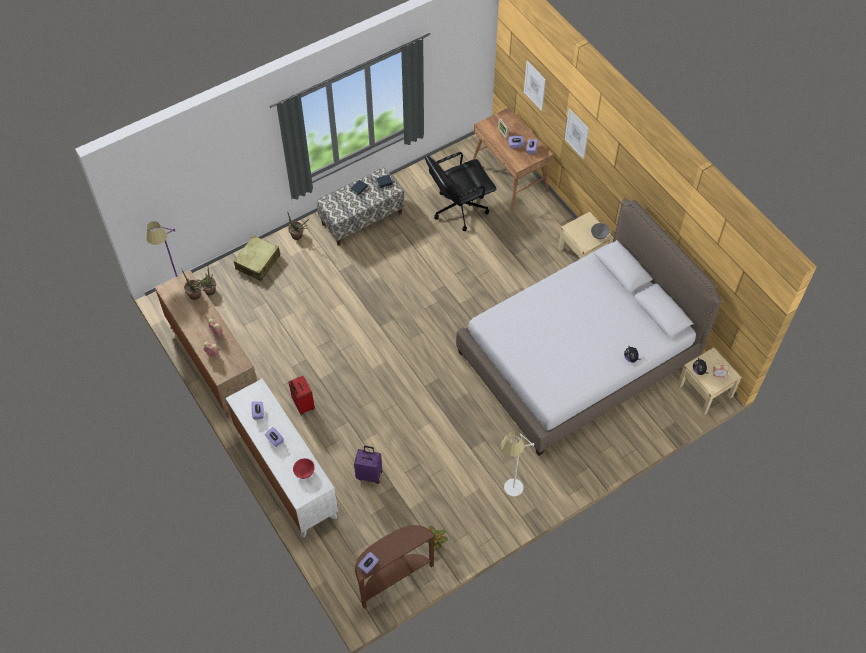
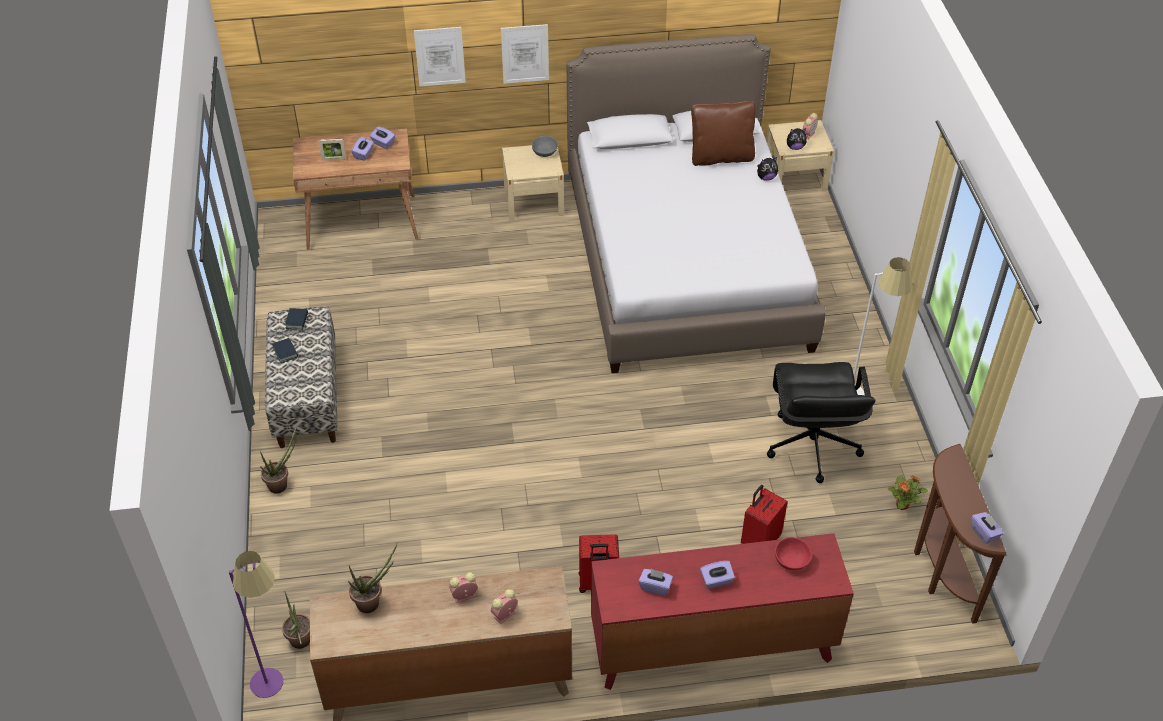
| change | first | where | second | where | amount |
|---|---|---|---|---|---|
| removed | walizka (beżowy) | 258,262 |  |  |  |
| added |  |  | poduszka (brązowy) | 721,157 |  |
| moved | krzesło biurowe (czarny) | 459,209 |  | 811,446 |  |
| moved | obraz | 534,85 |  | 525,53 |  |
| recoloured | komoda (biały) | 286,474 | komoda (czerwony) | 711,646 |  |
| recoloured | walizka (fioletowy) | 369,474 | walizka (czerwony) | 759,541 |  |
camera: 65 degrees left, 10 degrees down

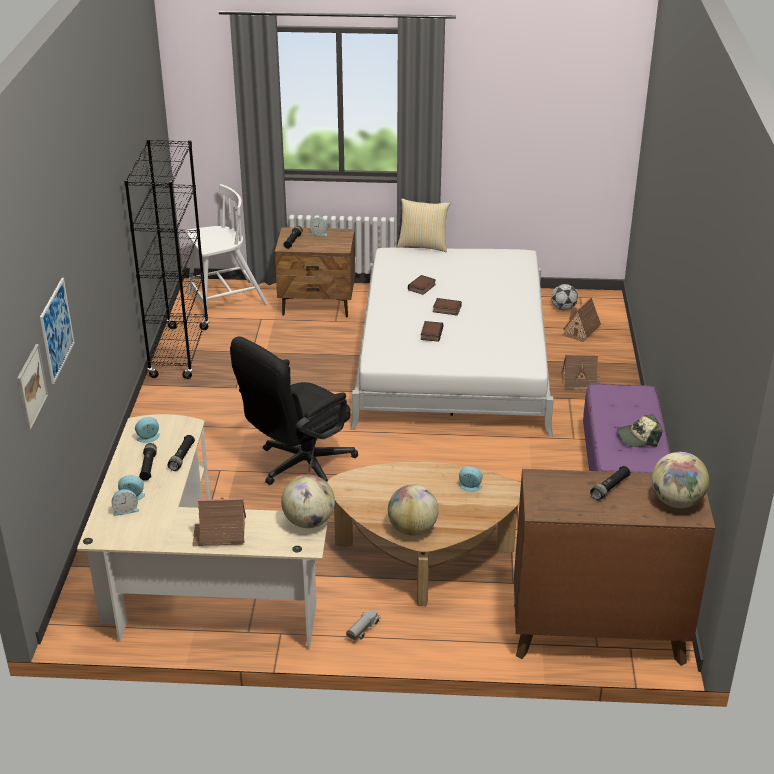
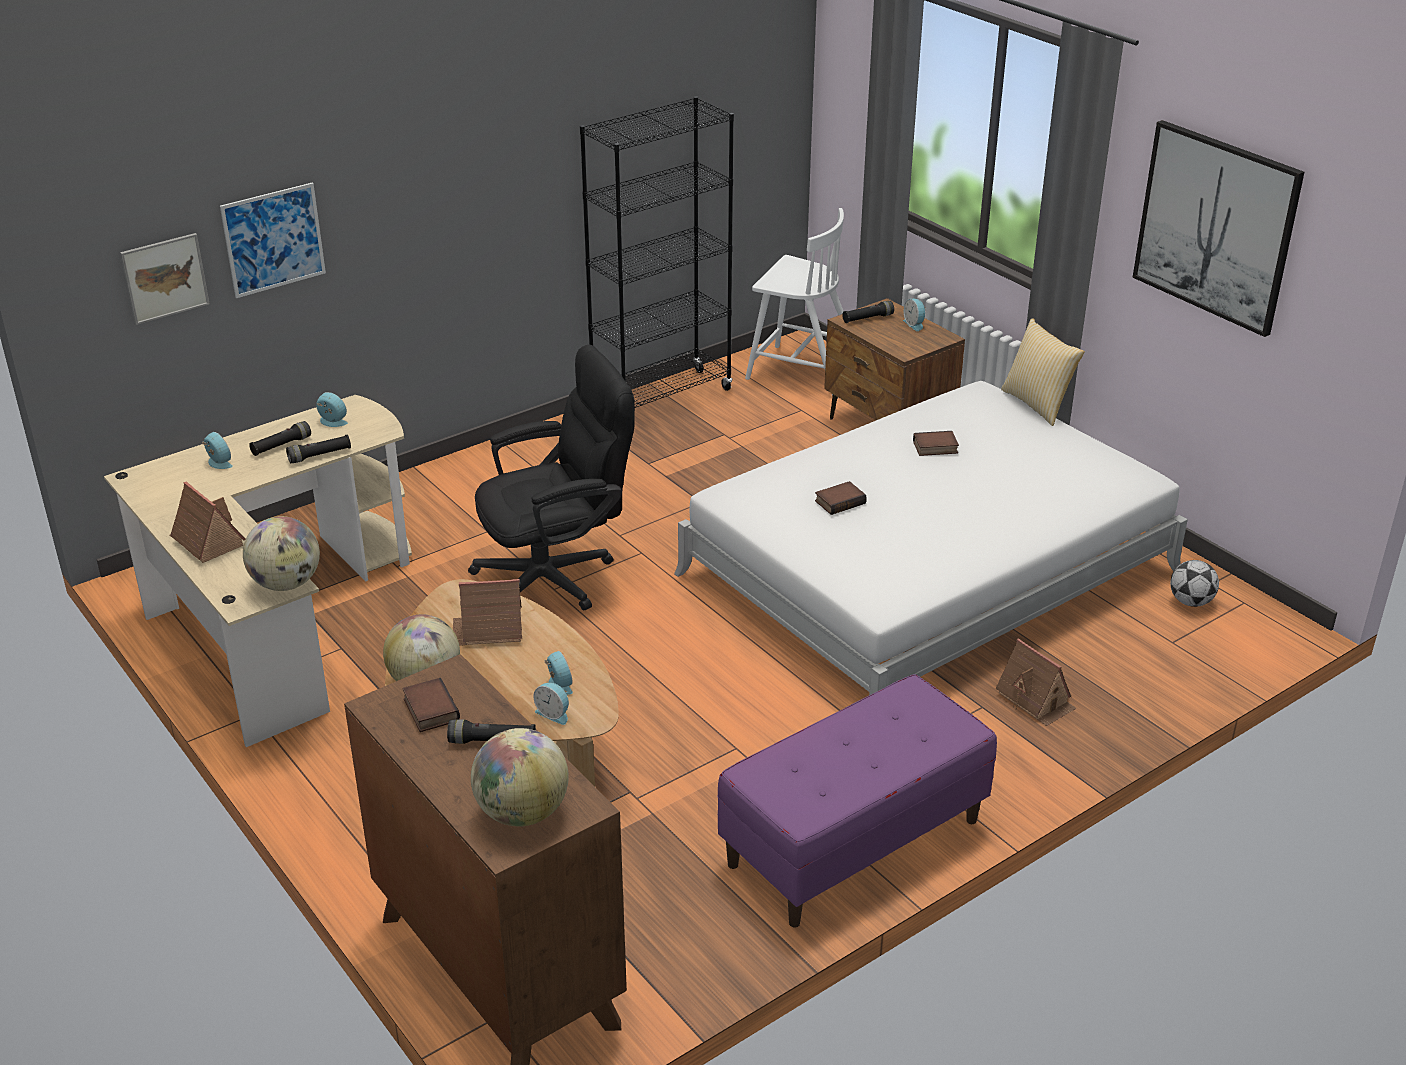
| change | first | where | second | where | amount |
|---|---|---|---|---|---|
| removed | ciężarówka zabawkowa | 362,630 |  |  |  |
| removed | czapka z daszkiem | 638,437 |  |  |  |
| added |  |  | obraz | 1216,226 |  |
| moved | budzik | 125,510 |  | 554,714 |  |
| moved | książka | 446,309 |  | 429,710 |  |
| moved | domek | 580,330 |  | 488,630 |  |
| turned | krzesło biurowe (czarny) | 298,466 |  | 557,576 | 150 degrees clockwise |
camera: 50 degrees right, 0 degrees up

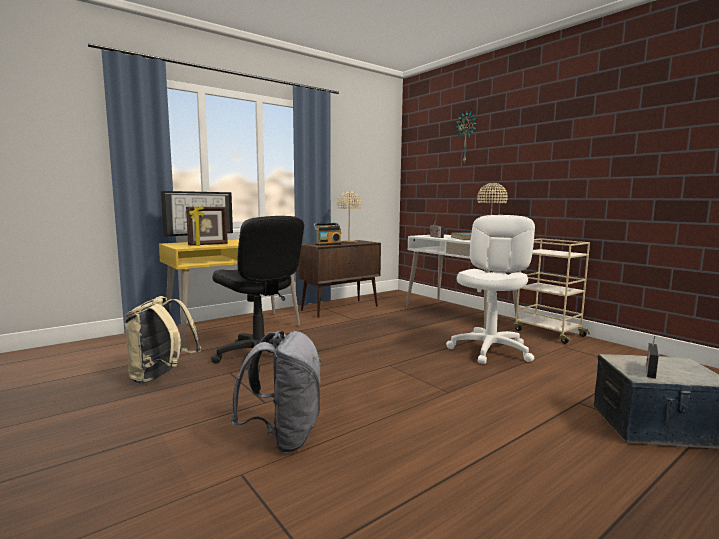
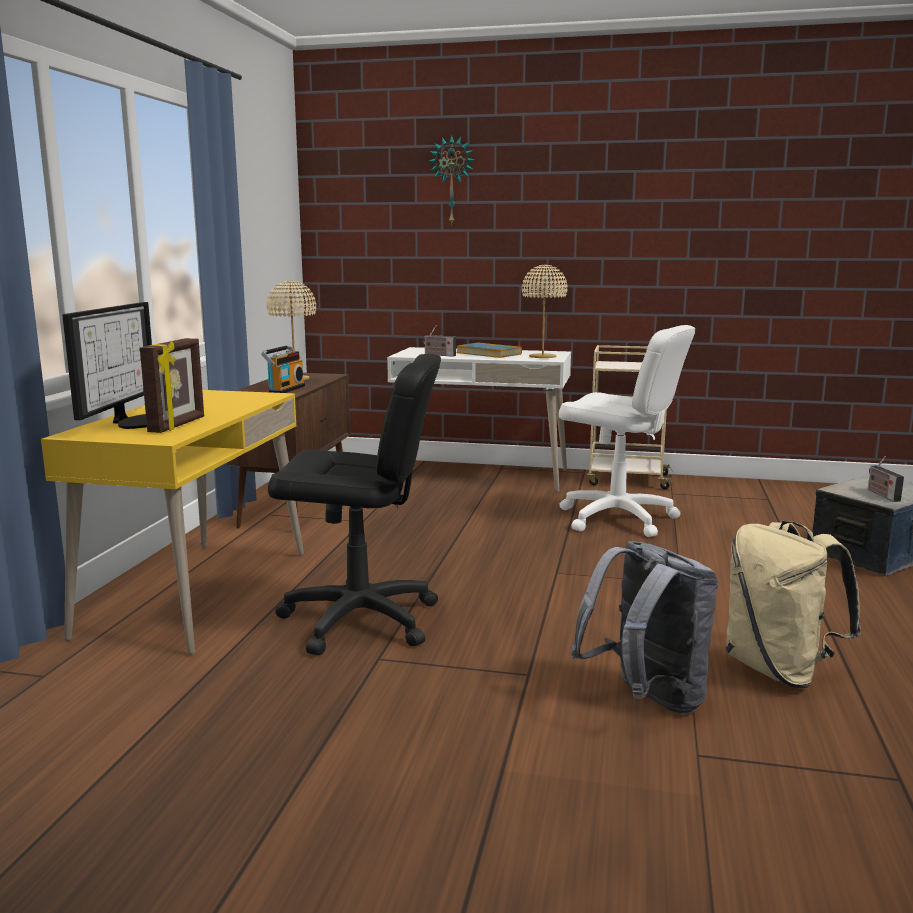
| change | first | where | second | where | amount |
|---|---|---|---|---|---|
| moved | plecak (beżowy) | 161,377 |  | 779,670 |  |
| turned | krzesło biurowe (biały) | 490,350 |  | 617,518 | 135 degrees clockwise |
camera: 40 degrees left, 5 degrees up

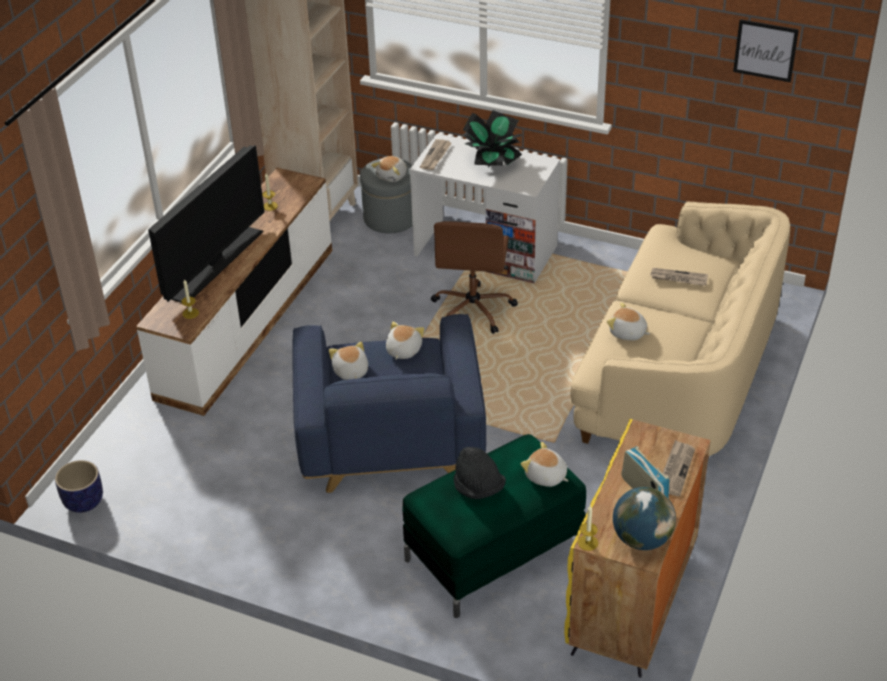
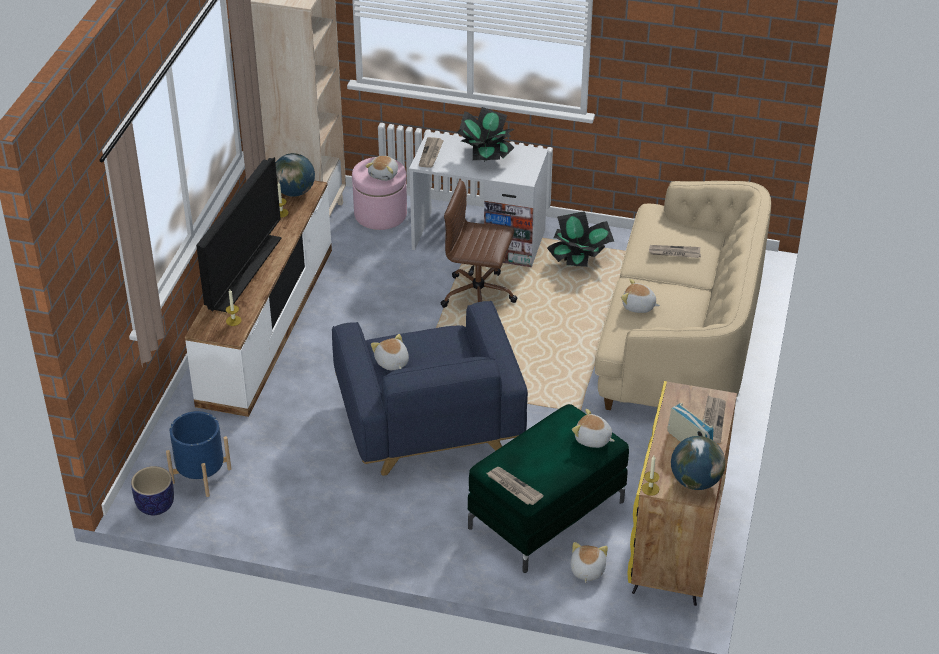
| change | first | where | second | where | amount |
|---|---|---|---|---|---|
| removed | kapelusz (czarny) | 478,488 |  |  |  |
| removed | obraz | 765,50 |  |  |  |
| added |  |  | donica (niebieski) | 201,475 |  |
| added |  |  | globus | 294,192 |  |
| added |  |  | gazeta | 513,487 |  |
| added |  |  | roślina doniczkowa | 579,259 |  |
| moved | pluszak | 403,350 |  | 587,570 |  |
| recoloured | pufa (szary) | 390,218 | pufa (różowy) | 380,214 |  |
| turned | krzesło biurowe (brązowy) | 473,309 |  | 479,296 | 105 degrees clockwise |
camera: 10 degrees left, 0 degrees up

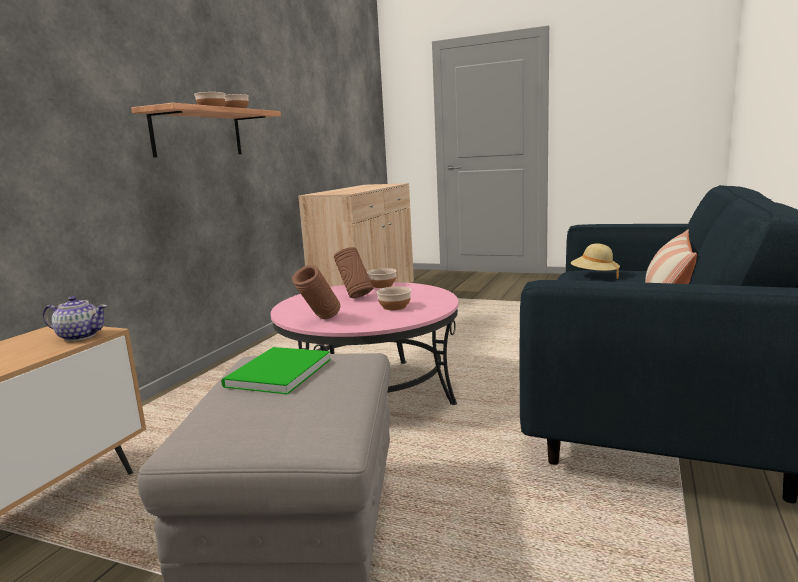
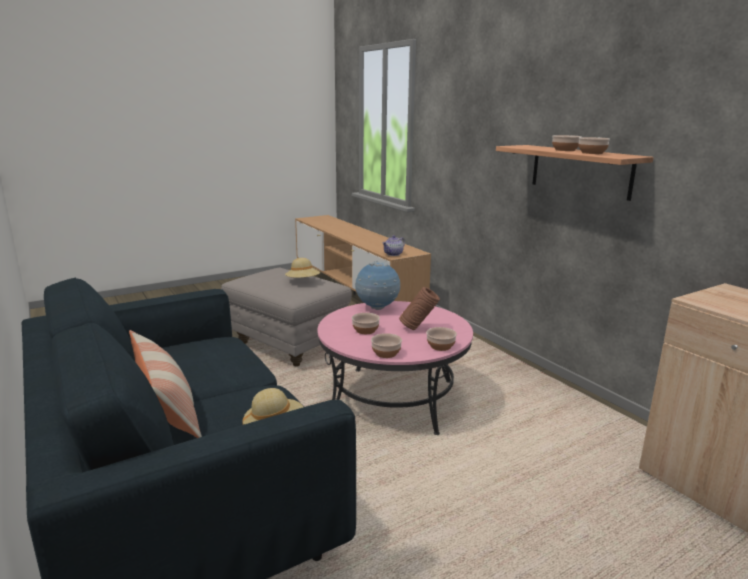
| change | first | where | second | where | amount |
|---|---|---|---|---|---|
| added |  |  | miska | 386,353 |  |
| replaced | książka (zielony) | 275,373 | kapelusz (beżowy) | 303,281 |  |
| replaced | wazon (brązowy) | 319,320 | globus | 377,308 |  |
camera: 125 degrees right, 5 degrees up

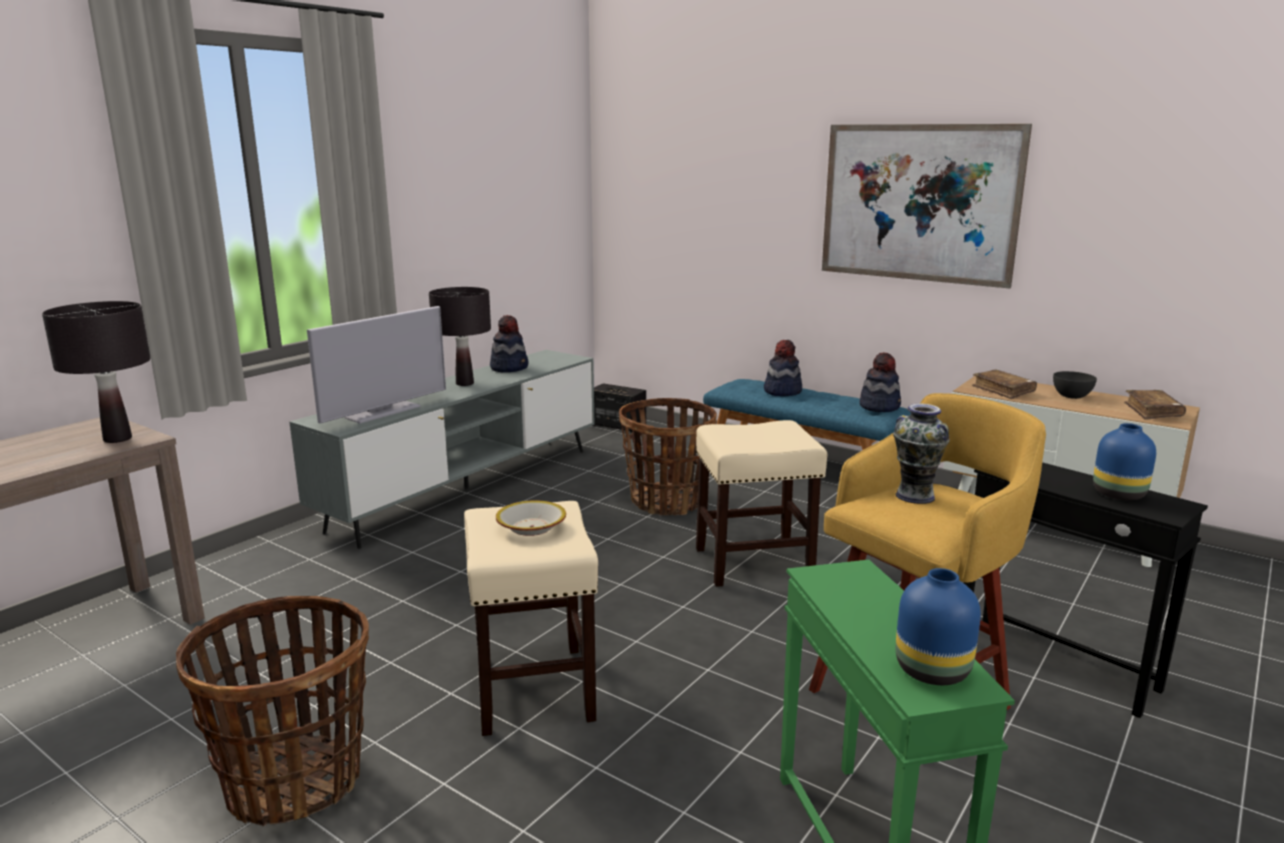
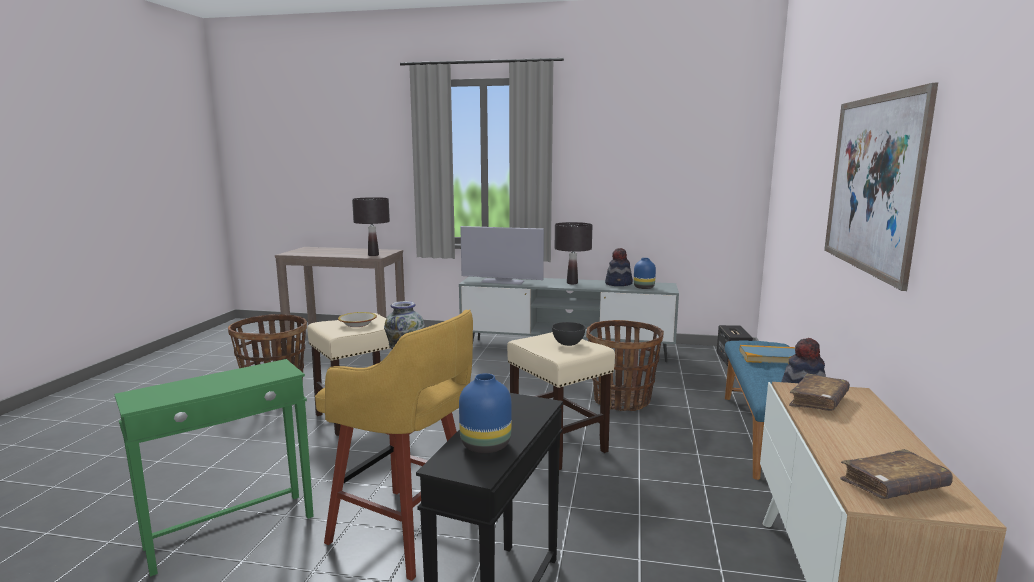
| change | first | where | second | where | amount |
|---|---|---|---|---|---|
| moved | wazon (niebieski) | 934,671 |  | 644,288 |  |
| moved | miska (szary) | 1071,396 |  | 568,343 |  |
| replaced | kapelusz | 782,391 | książka | 770,357 |  |
camera: 65 degrees right, 5 degrees down

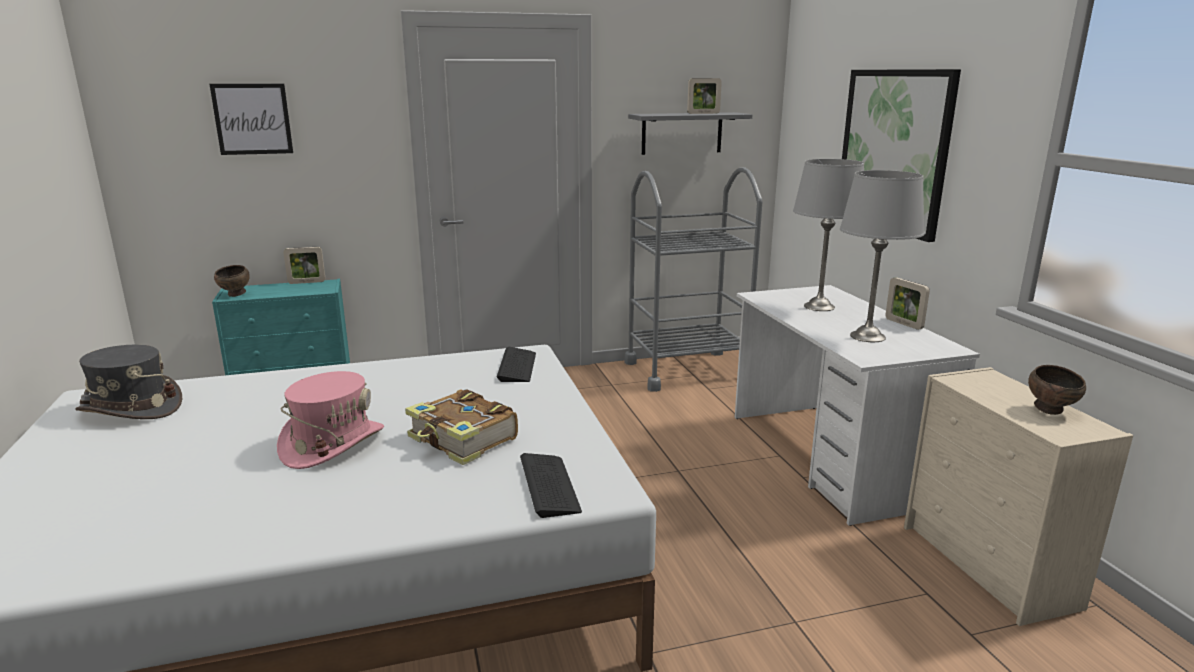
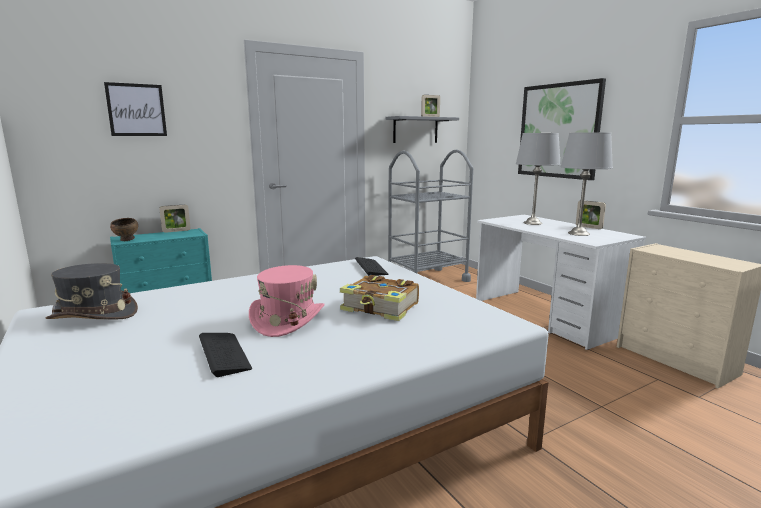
| change | first | where | second | where | amount |
|---|---|---|---|---|---|
| removed | miska (brązowy) | 1051,411 |  |  |  |
| moved | klawiatura | 549,486 |  | 224,354 |  |
camera: 15 degrees left, 5 degrees down

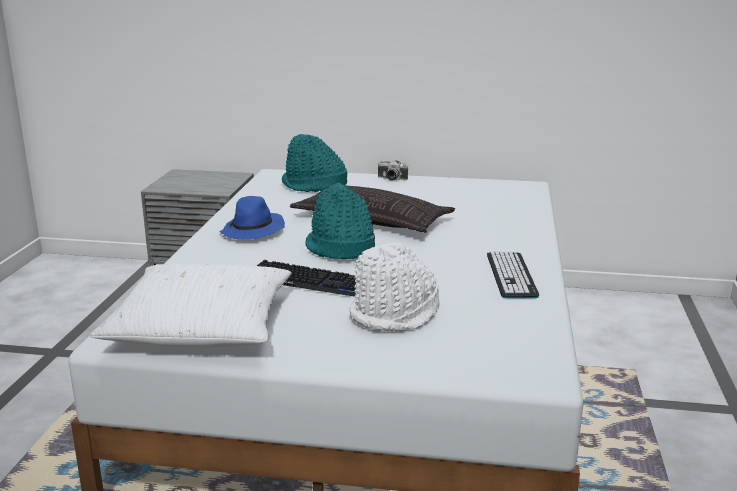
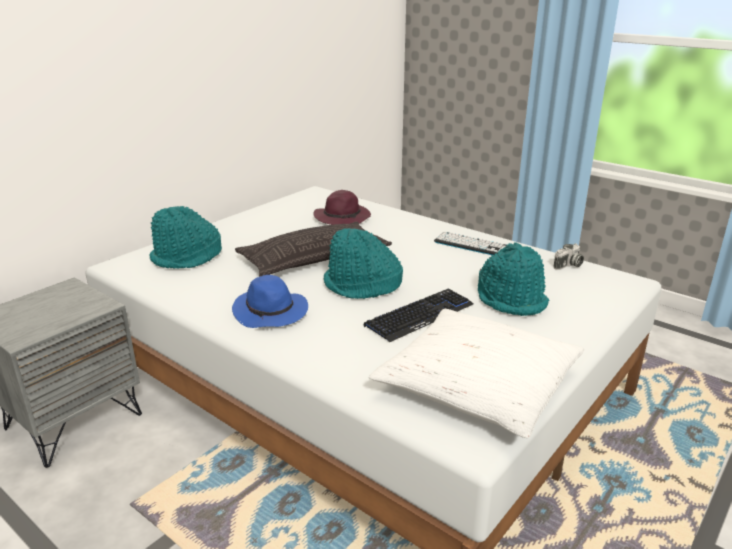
| change | first | where | second | where | amount |
|---|---|---|---|---|---|
| added |  |  | kapelusz (fioletowy) | 343,218 |  |
| moved | aparat fotograficzny | 391,179 |  | 568,265 |  |
| recoloured | kapelusz (biały) | 395,314 | kapelusz (turkusowy) | 511,299 |  |
camera: 60 degrees left, 5 degrees up

